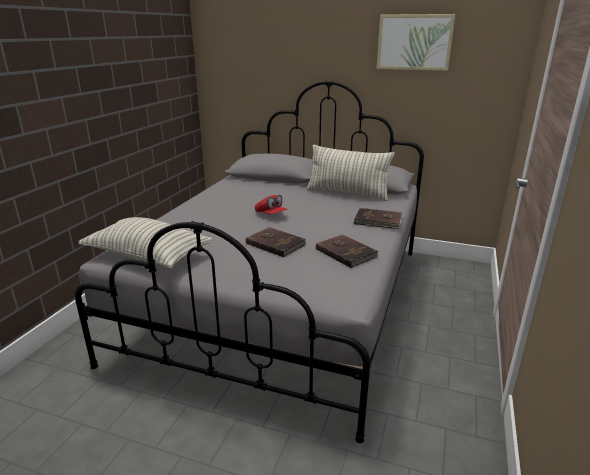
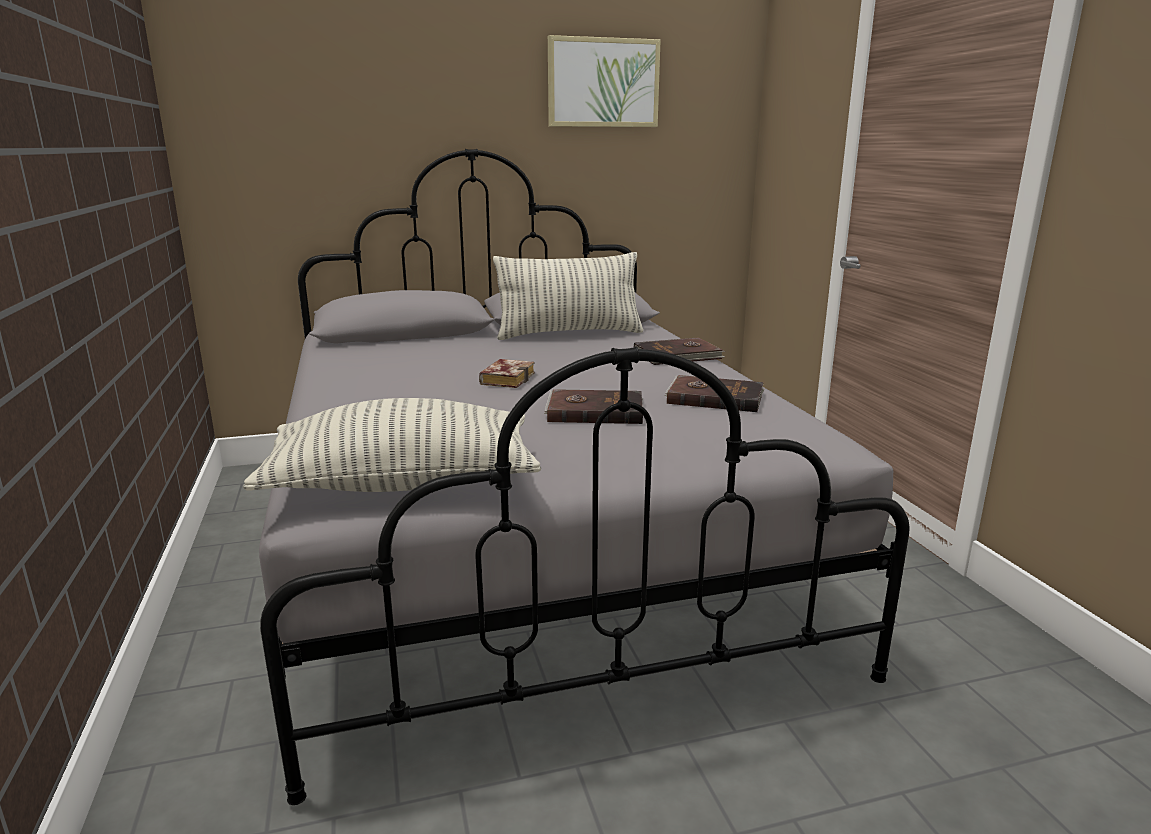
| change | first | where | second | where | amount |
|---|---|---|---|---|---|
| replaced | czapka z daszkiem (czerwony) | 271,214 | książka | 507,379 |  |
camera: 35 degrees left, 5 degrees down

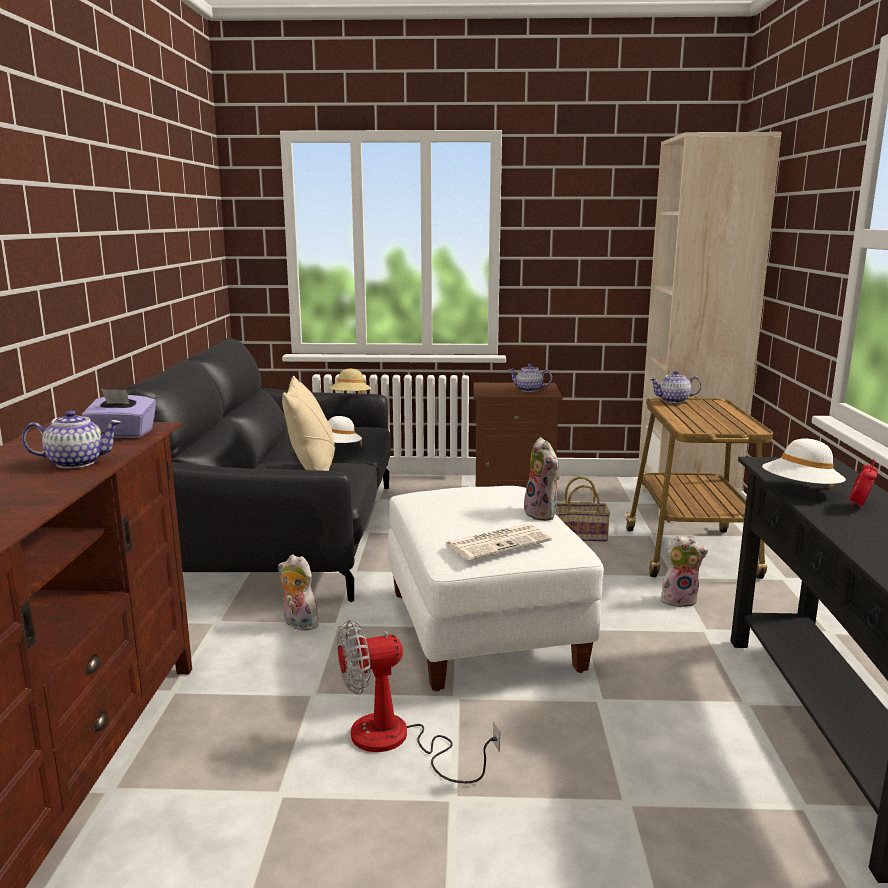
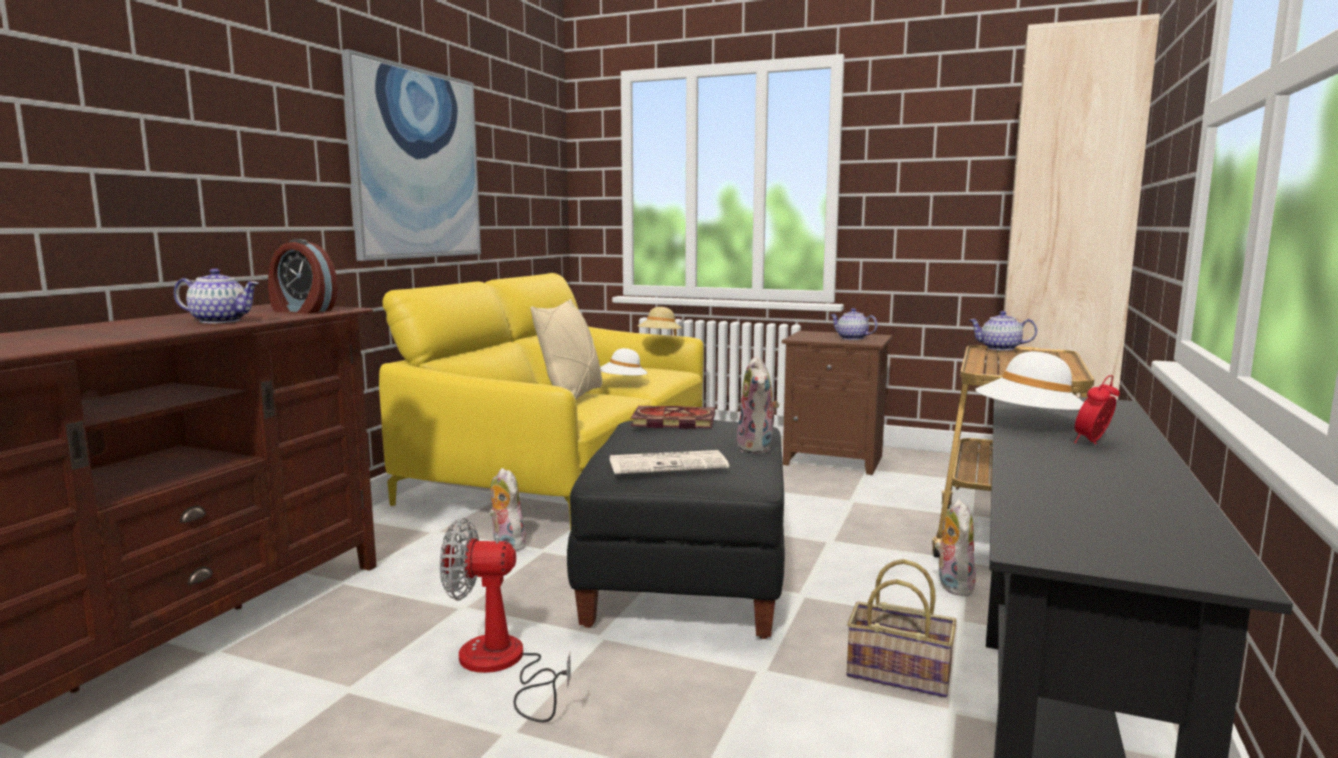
| change | first | where | second | where | amount |
|---|---|---|---|---|---|
| added |  |  | obraz | 416,164 |  |
| added |  |  | książka | 671,421 |  |
| moved | koszyk | 581,535 |  | 901,673 |  |
| replaced | pudełko chusteczek (fioletowy) | 122,434 | budzik | 302,311 |  |
| recoloured | kanapa (czarny) | 286,535 | kanapa (żółty) | 565,470 |  |
| recoloured | pufa (biały) | 482,631 | pufa (czarny) | 686,579 |  |
| turned | pluszak | 679,600 |  | 952,585 | 105 degrees counterclockwise |
camera: 20 degrees right, 5 degrees down

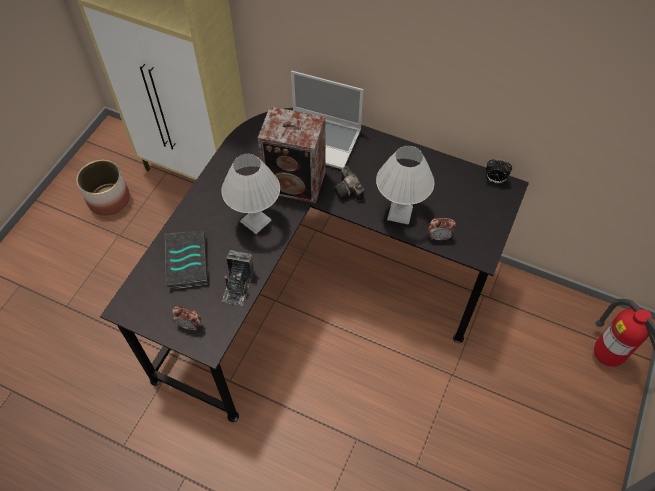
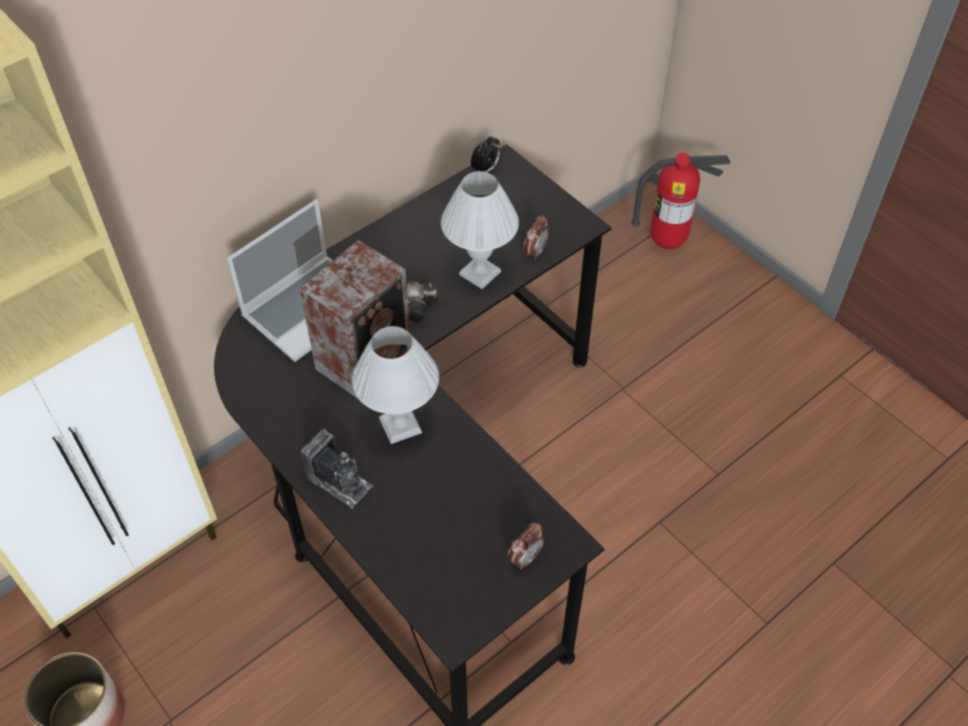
| change | first | where | second | where | amount |
|---|---|---|---|---|---|
| removed | książka | 185,261 |  |  |  |
| moved | aparat fotograficzny | 238,286 |  | 339,481 |  |
camera: 65 degrees left, 5 degrees down

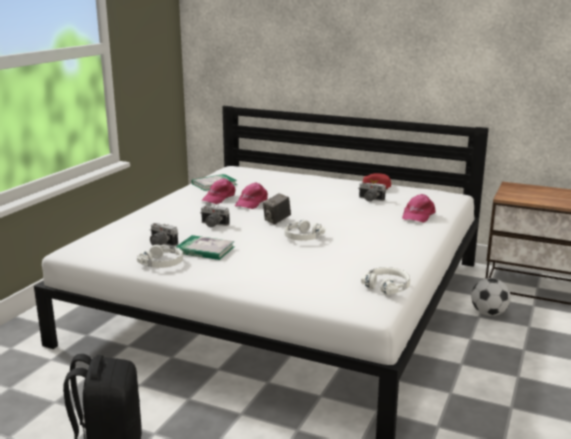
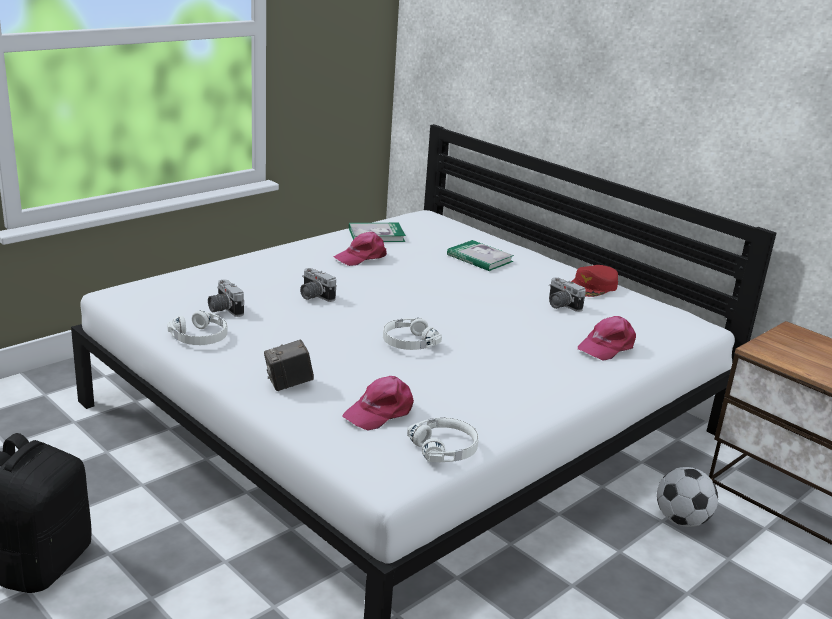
| change | first | where | second | where | amount |
|---|---|---|---|---|---|
| moved | książka | 205,250 |  | 479,258 |  |
| moved | czapka z daszkiem (różowy) | 251,202 |  | 380,411 |  |
| moved | aparat fotograficzny | 277,220 |  | 288,384 |  |
camera: 20 degrees right, 5 degrees up

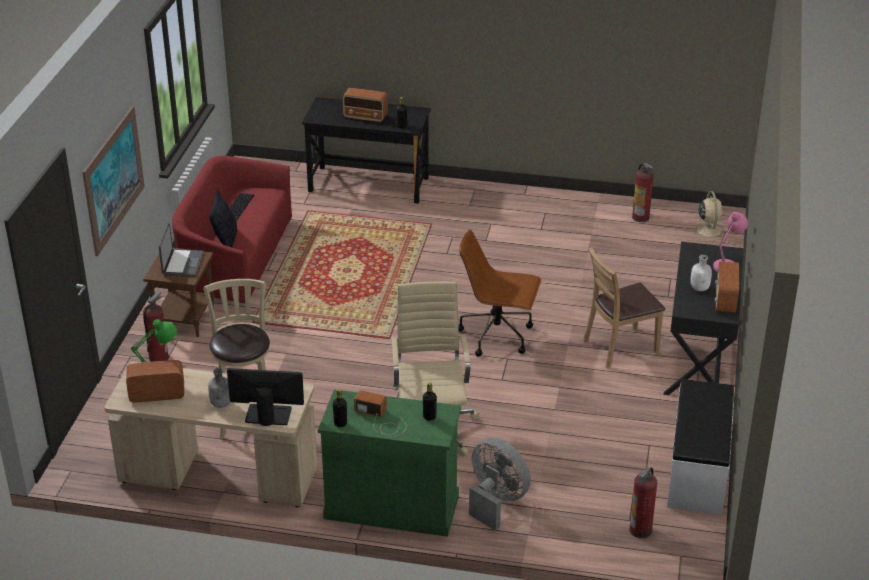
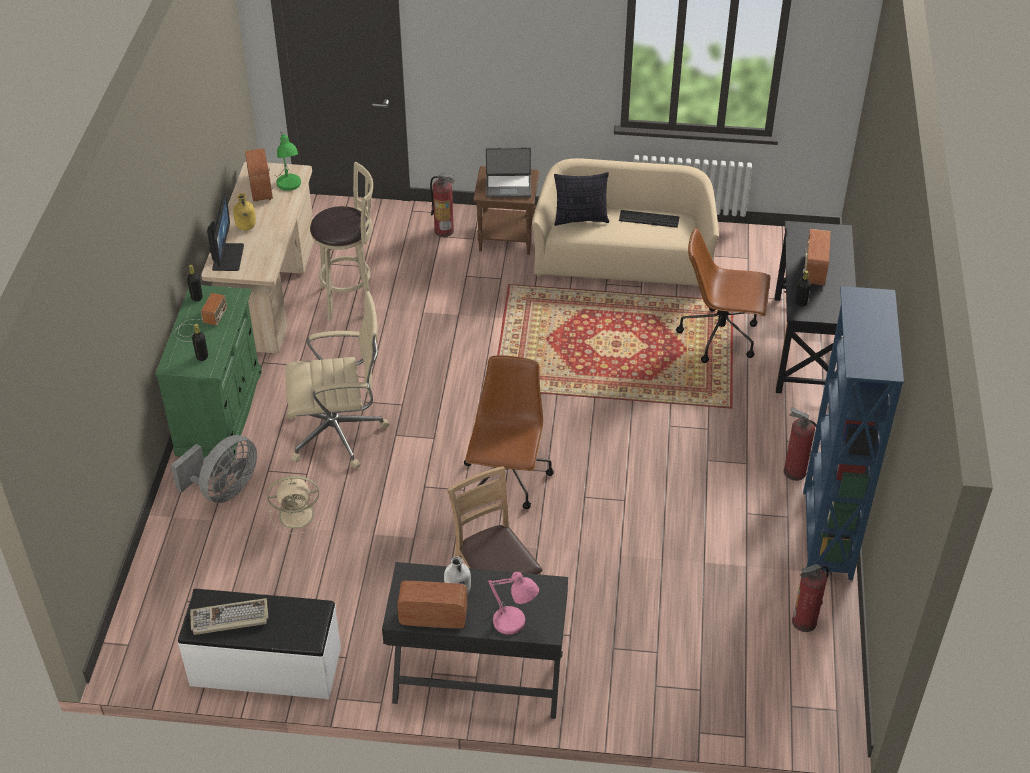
| change | first | where | second | where | amount |
|---|---|---|---|---|---|
| removed | obraz | 113,179 |  |  |  |
| added |  |  | klawiatura | 229,619 |  |
| added |  |  | krzesło biurowe (brązowy) | 721,336 |  |
| added |  |  | regał (niebieski) | 826,535 |  |
| moved | gaśnica | 640,530 |  | 794,472 |  |
| moved | wentylator (beżowy) | 708,230 |  | 298,515 |  |
| recoloured | kanapa (czerwony) | 235,258 | kanapa (beżowy) | 623,257 |  |
| recoloured | butelka (szary) | 221,404 | butelka (żółty) | 246,227 |  |
camera: 85 degrees right, 10 degrees up

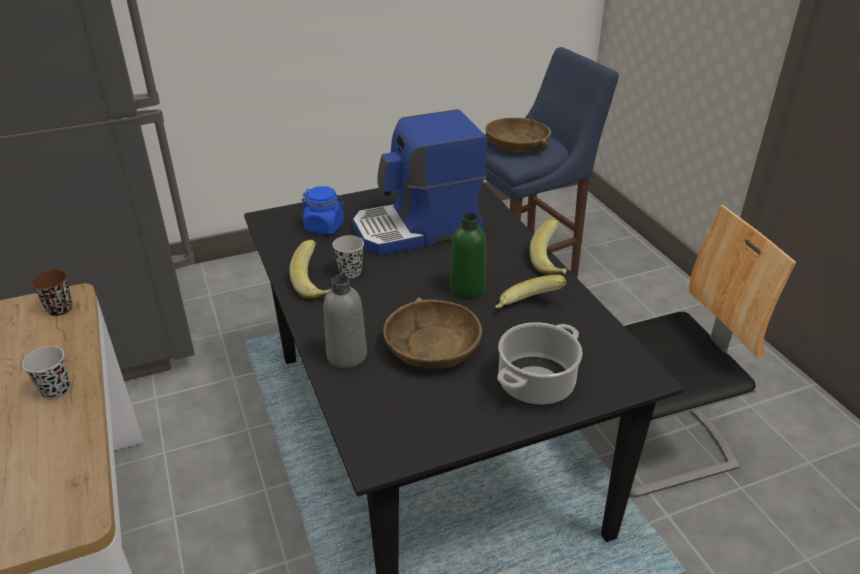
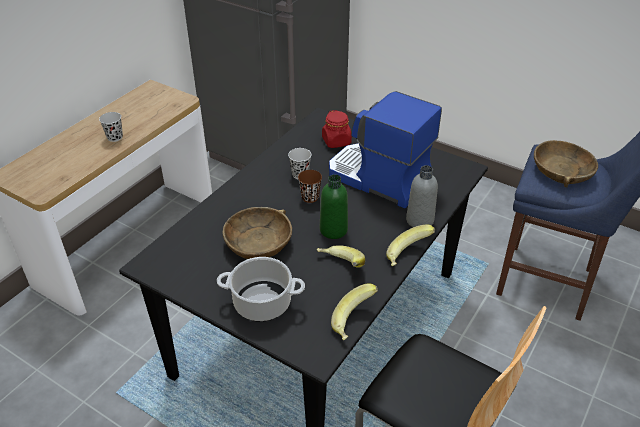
| change | first | where | second | where | amount |
|---|---|---|---|---|---|
| moved | filiżanka (brązowy) | 59,309 |  | 310,197 |  |
| moved | banan | 316,285 |  | 355,322 |  |
| moved | butelka (szary) | 347,355 |  | 419,220 |  |
| recoloured | słoik (niebieski) | 324,227 | słoik (czerwony) | 336,141 |  |
camera: 55 degrees right, 5 degrees up

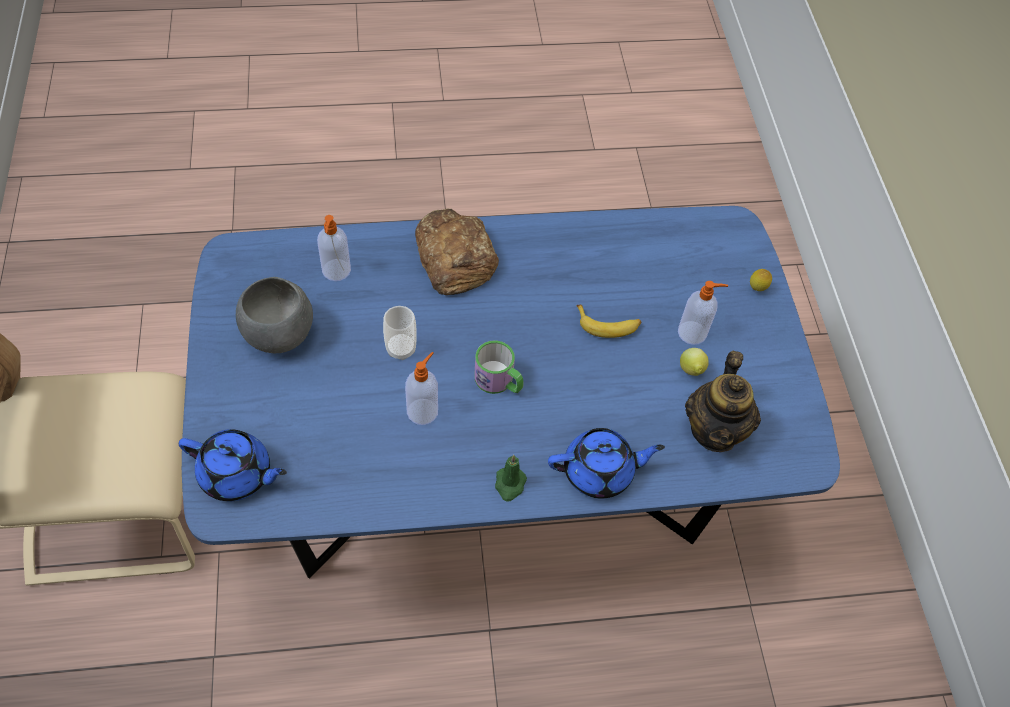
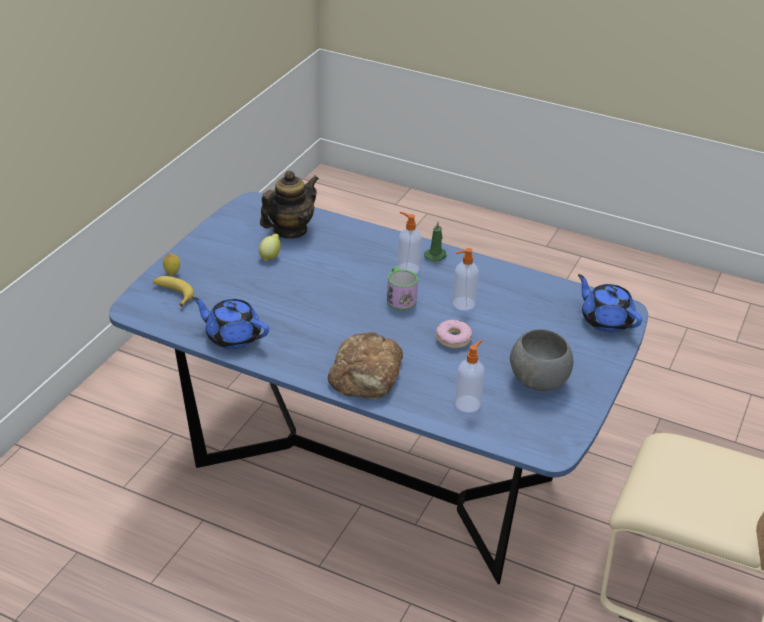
| change | first | where | second | where | amount |
|---|---|---|---|---|---|
| moved | imbryk (niebieski) | 599,472 |  | 232,337 |  |
| moved | banan | 608,325 |  | 173,294 |  |
| moved | dozownik mydła | 693,333 |  | 407,268 |  |
| replaced | filiżanka | 401,349 | donut | 453,339 |  |
camera: 145 degrees left, 20 degrees down

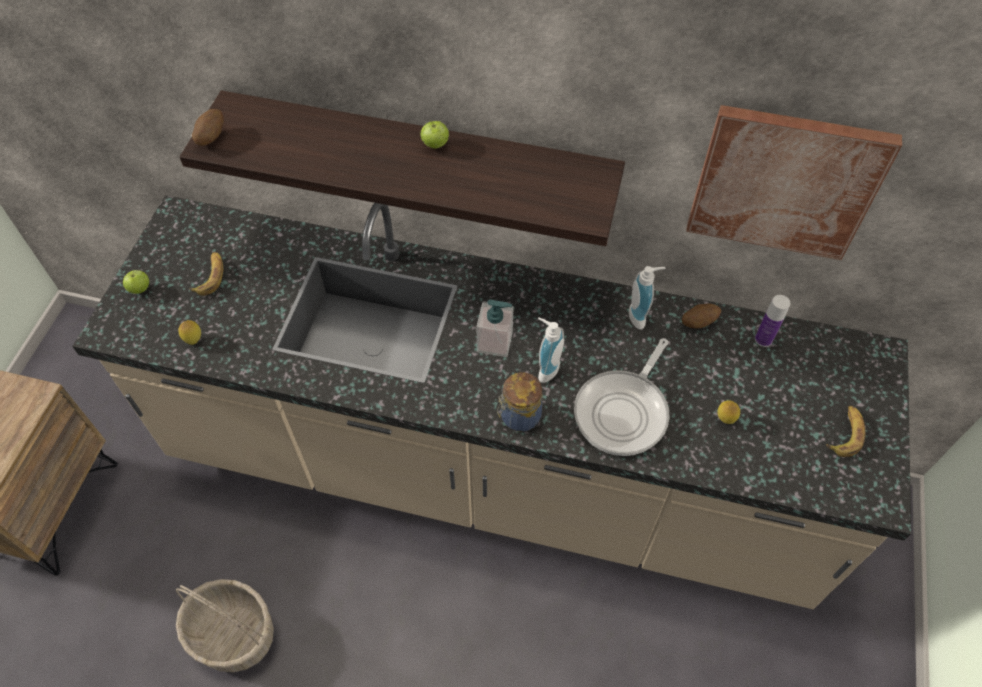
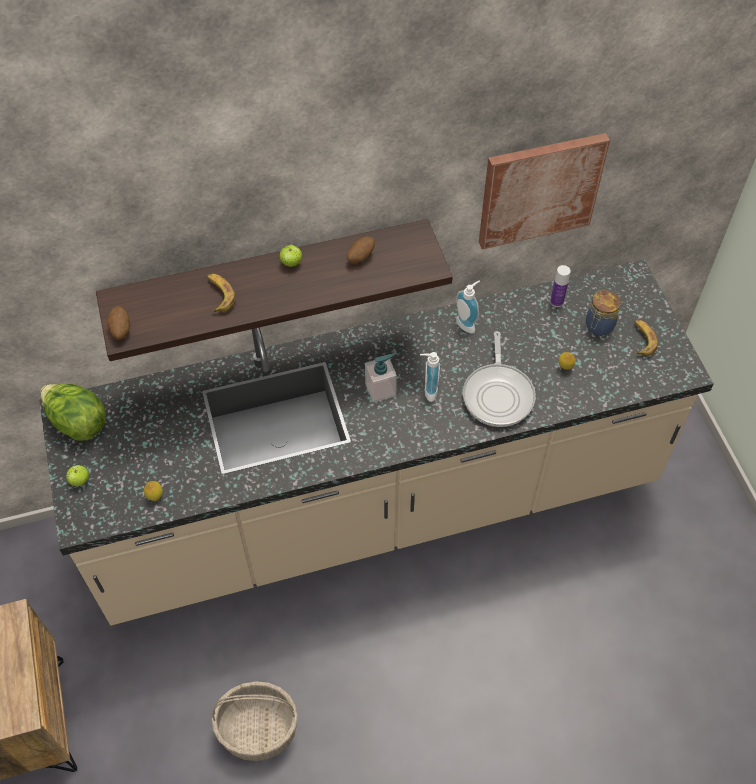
| change | first | where | second | where | amount |
|---|---|---|---|---|---|
| added |  |  | sałata | 77,422 |  |
| moved | banan | 211,276 |  | 219,295 |  |
| moved | słoik | 518,417 |  | 598,326 |  |
| moved | ziemniak | 698,322 |  | 360,257 |  |
camera: 30 degrees left, 0 degrees up

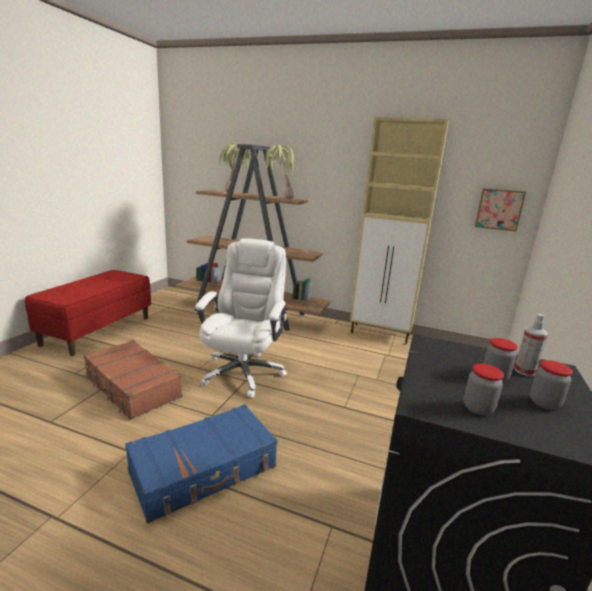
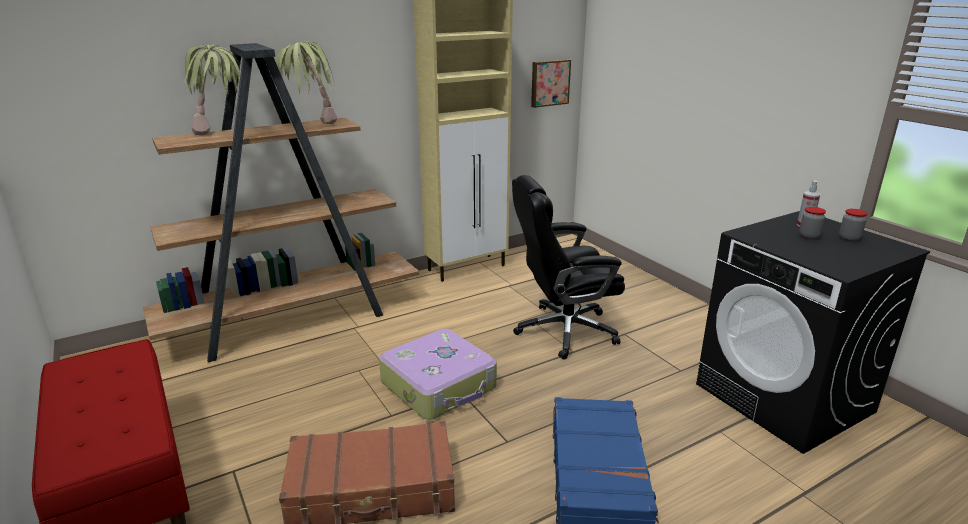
| change | first | where | second | where | amount |
|---|---|---|---|---|---|
| removed | słoik | 478,408 |  |  |  |
| added |  |  | krzesło biurowe (czarny) | 563,331 |  |
| replaced | krzesło biurowe (biały) | 243,372 | walizka | 440,385 |  |
camera: 50 degrees left, 5 degrees up

